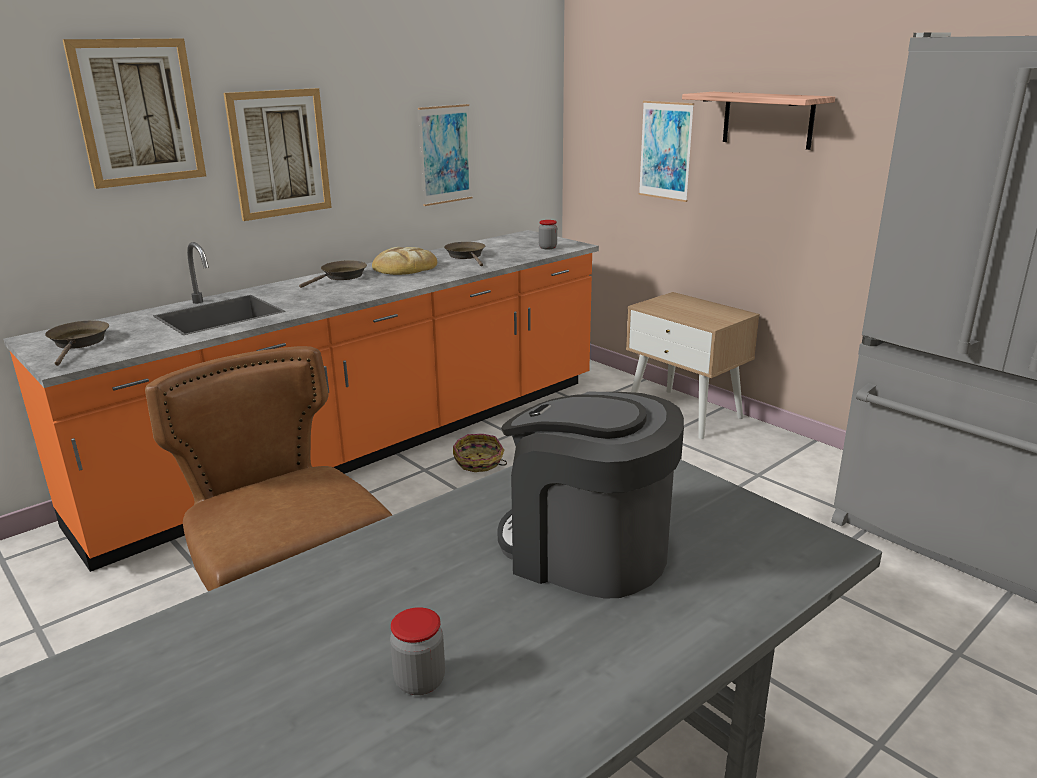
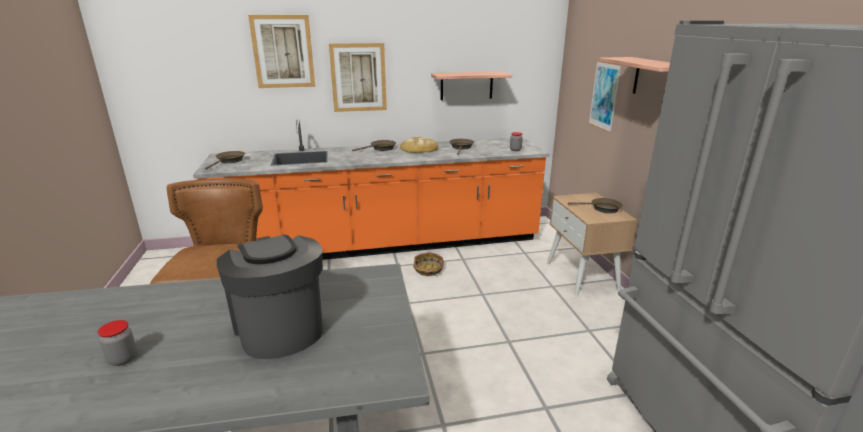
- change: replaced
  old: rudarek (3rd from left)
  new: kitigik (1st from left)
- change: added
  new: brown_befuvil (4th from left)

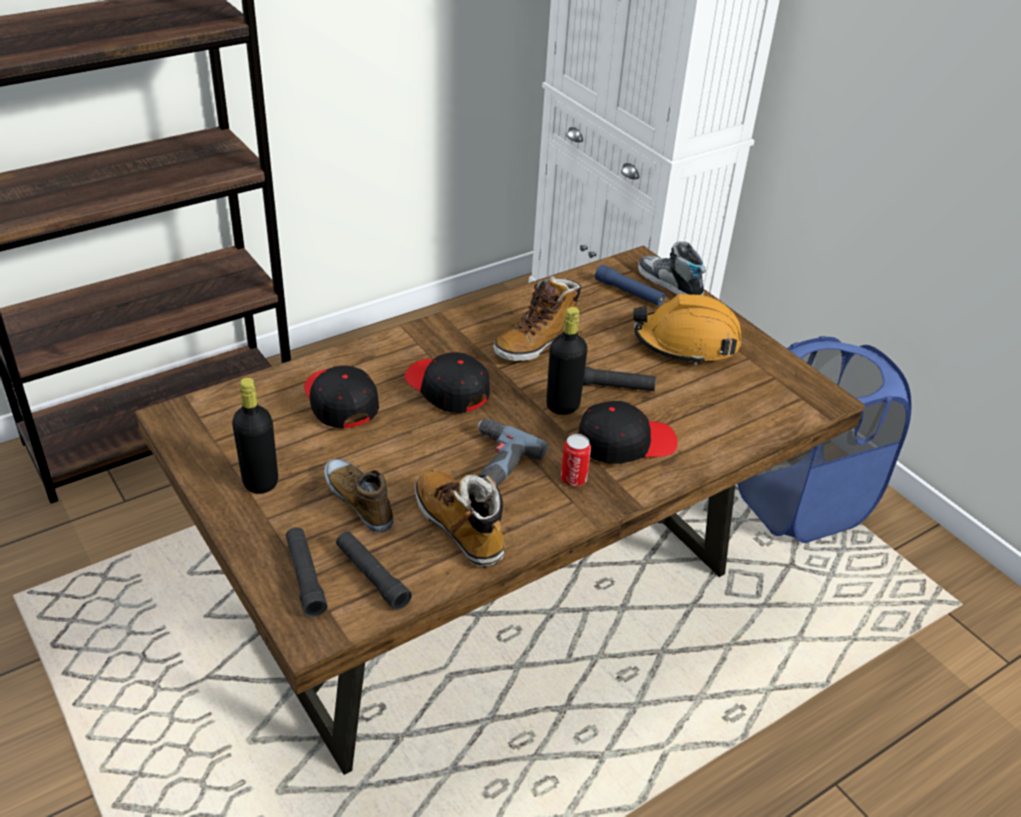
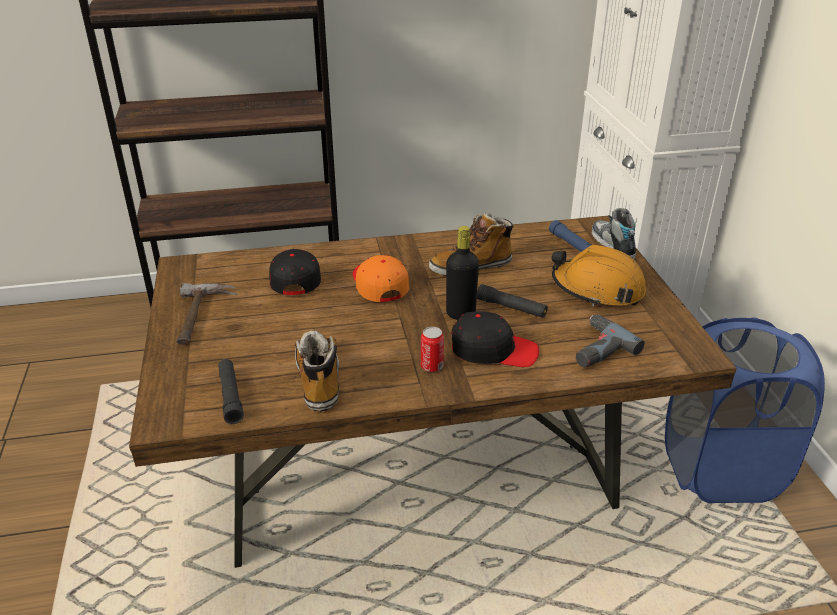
- change: recoloured
  old: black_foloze (2nd from left)
  new: orange_foloze
- change: replaced
  old: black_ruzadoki (1st from left)
  new: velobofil
- change: moved
  old: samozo
- change: removed
  old: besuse (1st from left)
- change: removed
  old: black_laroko (1st from left)

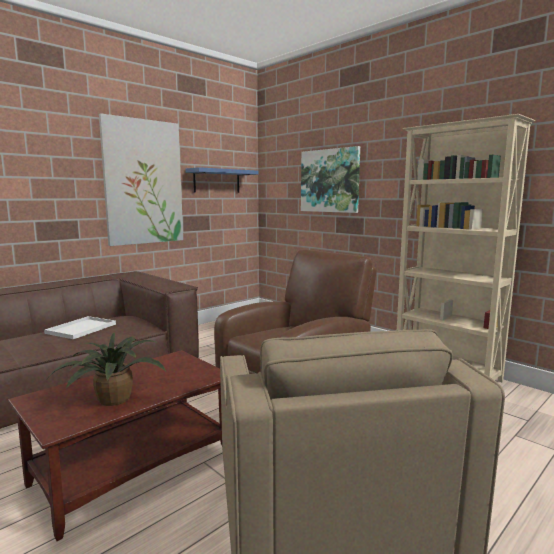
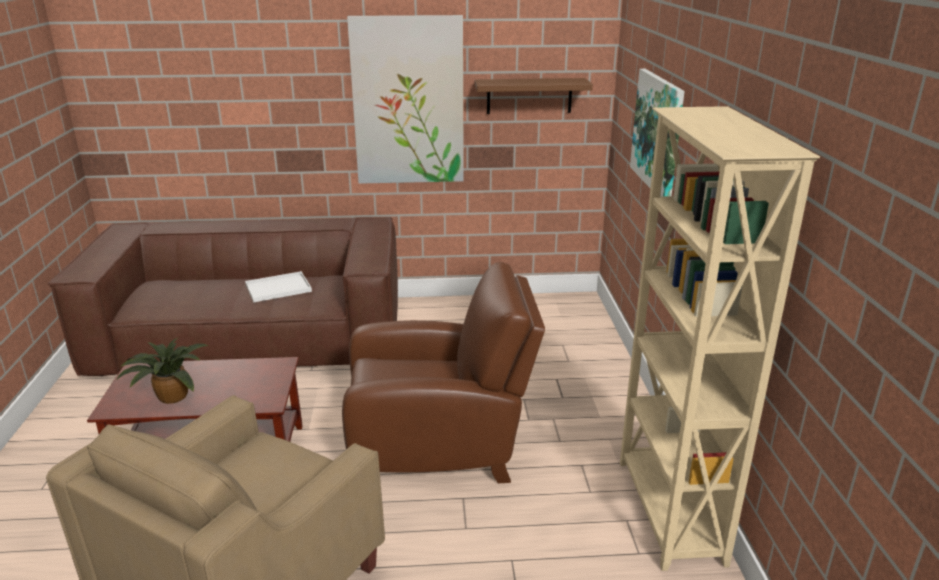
- change: recoloured
  old: blue_kitigik
  new: brown_kitigik

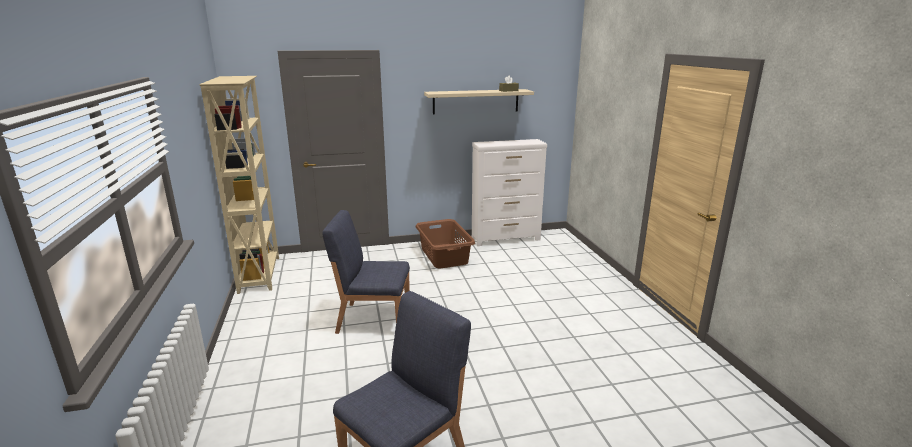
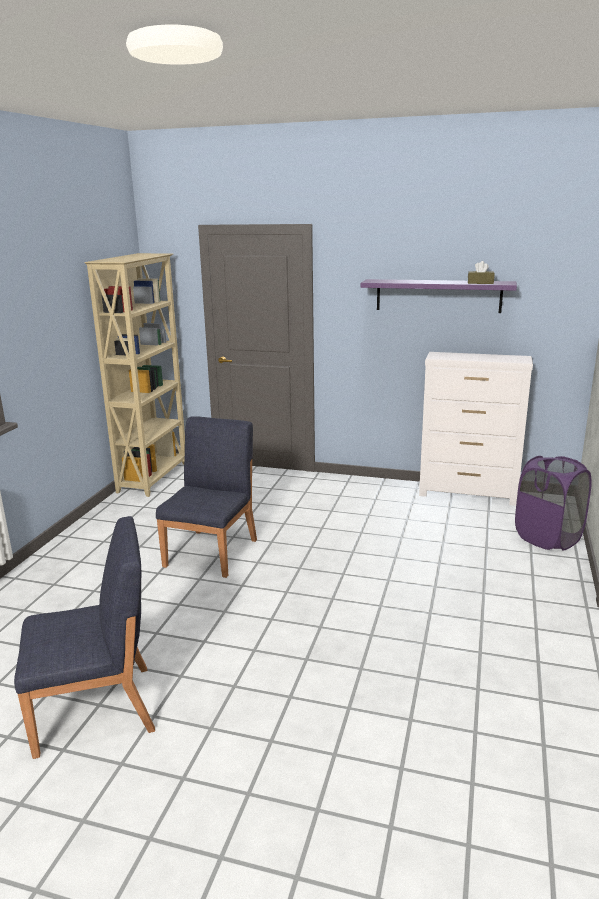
- change: recoloured
  old: beige_kitigik
  new: purple_kitigik
- change: turned
  old: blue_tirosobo (1st from left in the first image)
  degrees: 75
- change: removed
  old: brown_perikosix
- change: added
  new: purple_perikosix

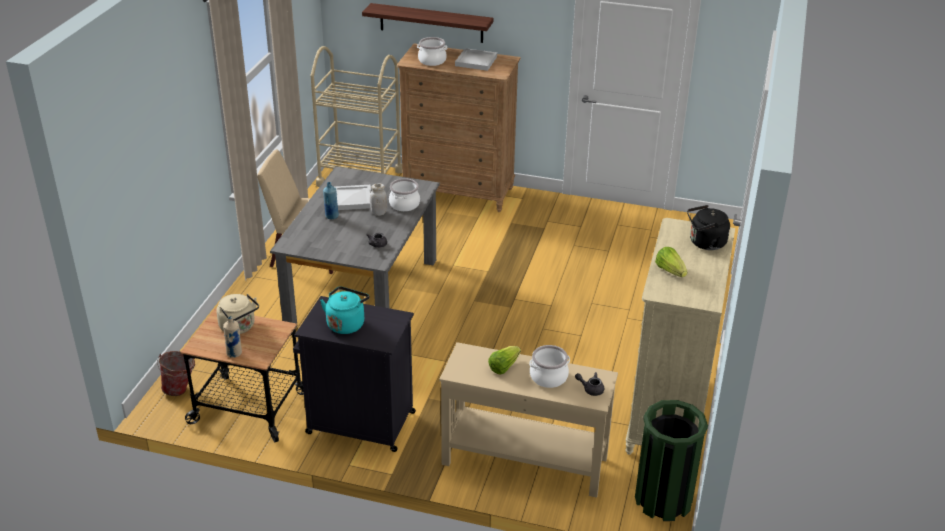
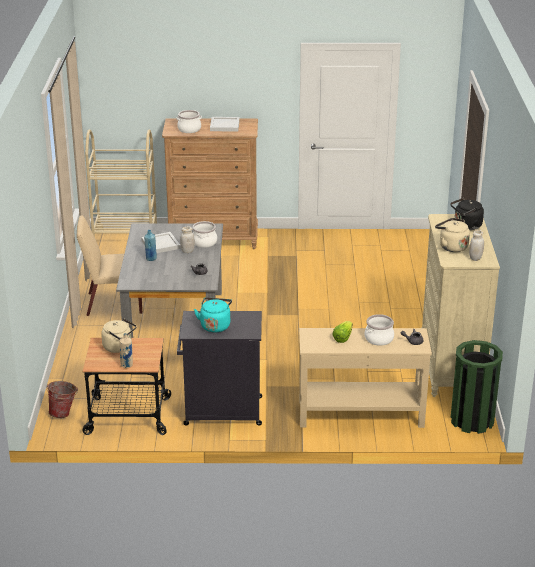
- change: removed
  old: kitigik
- change: replaced
  old: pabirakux (2nd from left)
  new: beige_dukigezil (2nd from left)
- change: added
  new: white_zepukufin (2nd from left)

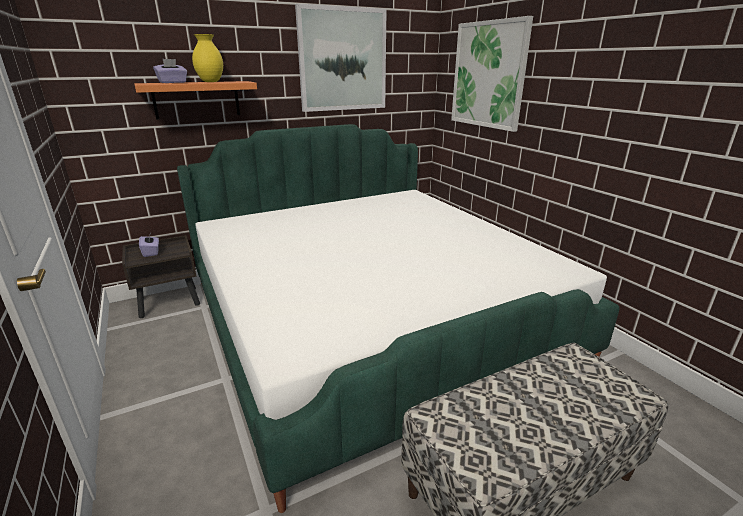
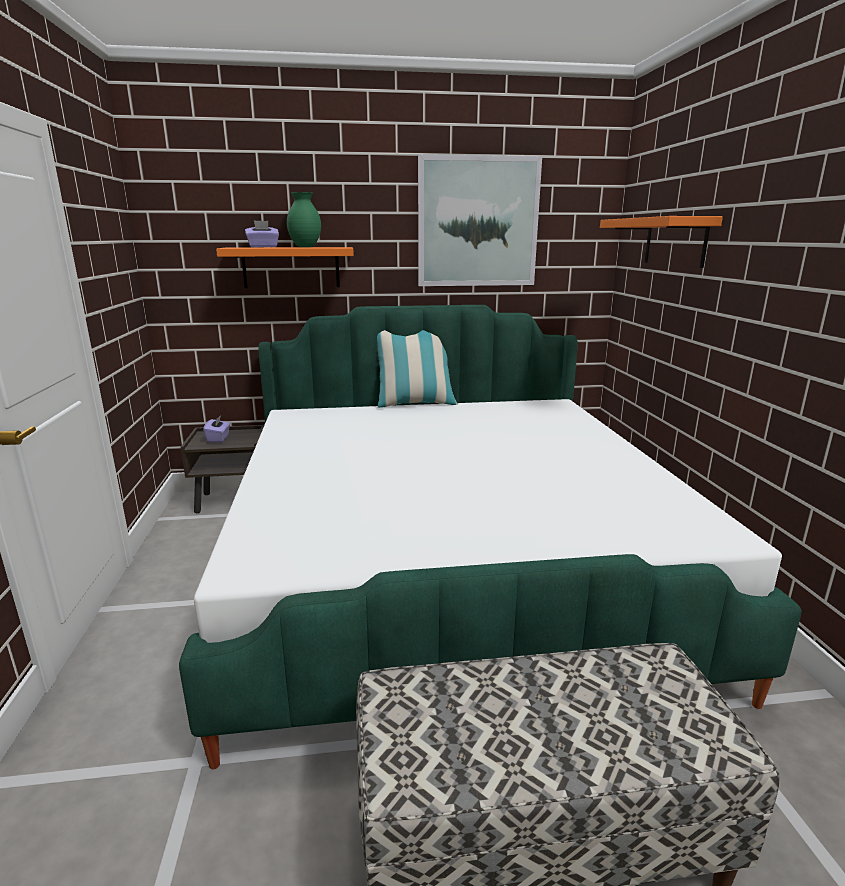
- change: replaced
  old: rudarek (2nd from left)
  new: orange_kitigik (2nd from left)
- change: recoloured
  old: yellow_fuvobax
  new: green_fuvobax
- change: added
  new: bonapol

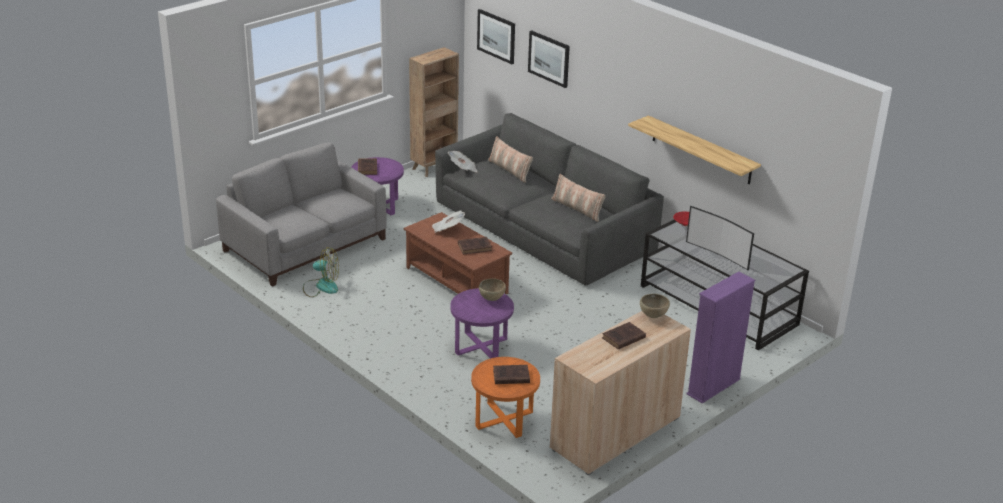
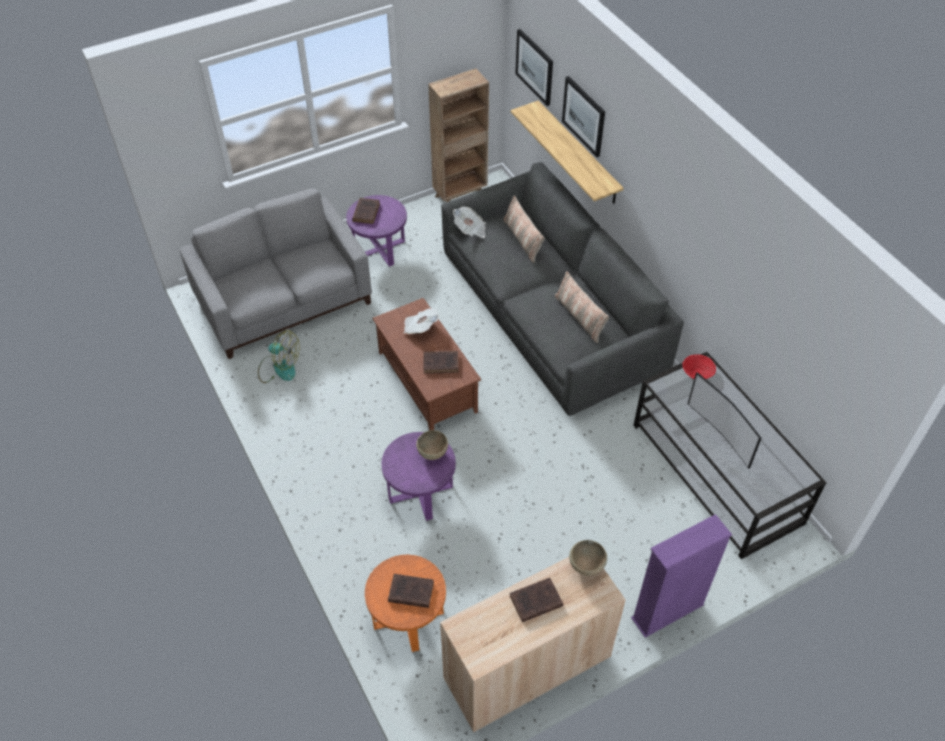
- change: moved
  old: kitigik

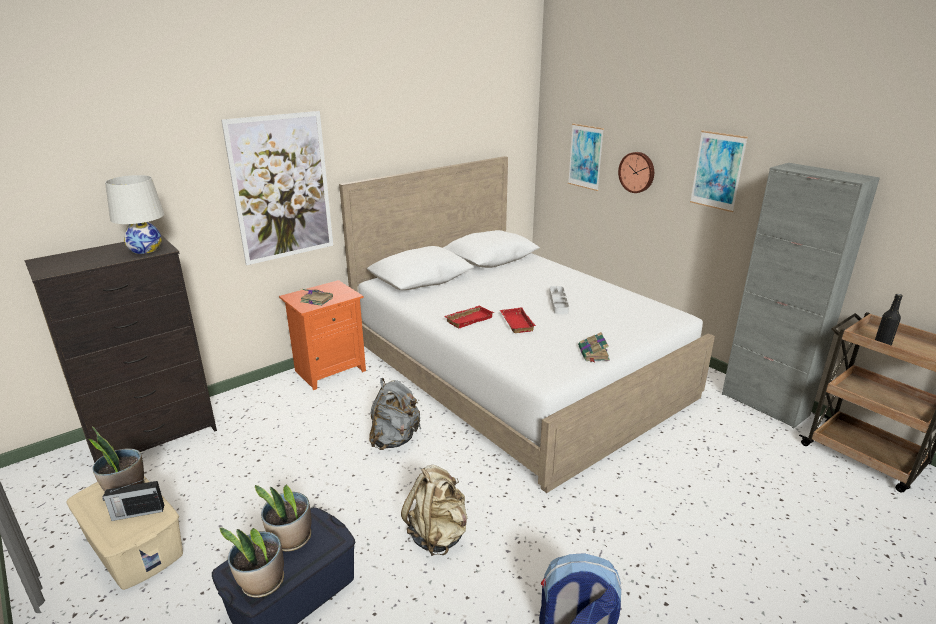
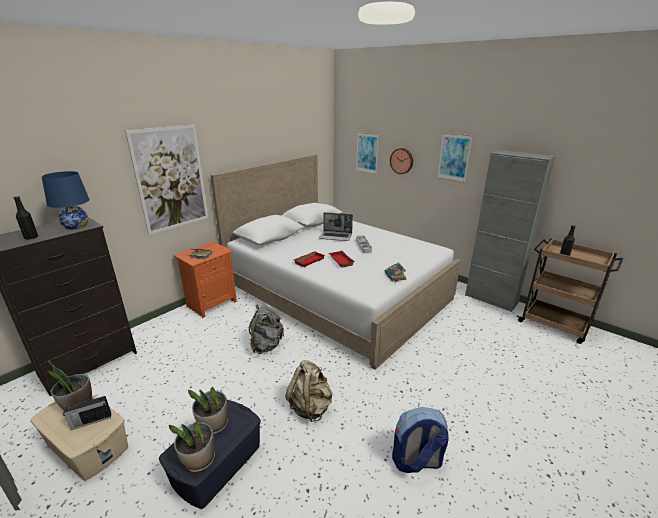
- change: recoloured
  old: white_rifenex
  new: blue_rifenex
- change: added
  new: black_ruzadoki (1st from left)
- change: added
  new: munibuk

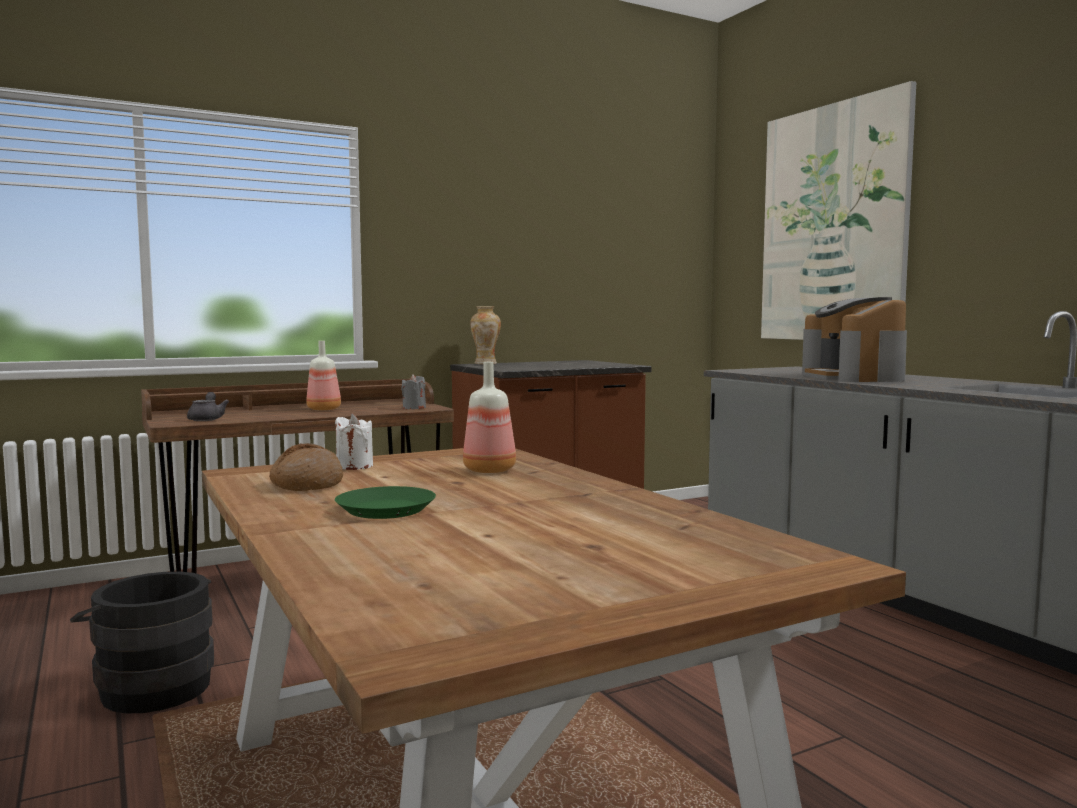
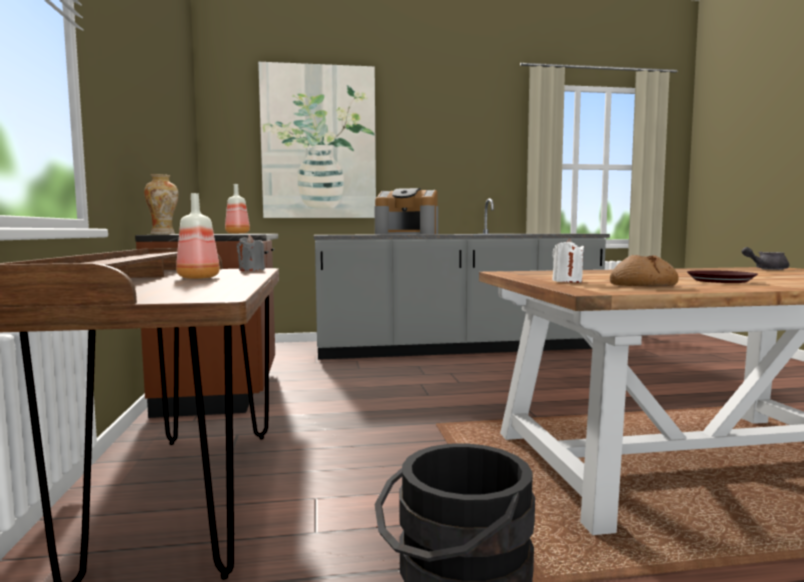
- change: moved
  old: ruzadoki (2nd from left)
- change: moved
  old: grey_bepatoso
- change: recoloured
  old: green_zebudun
  new: brown_zebudun

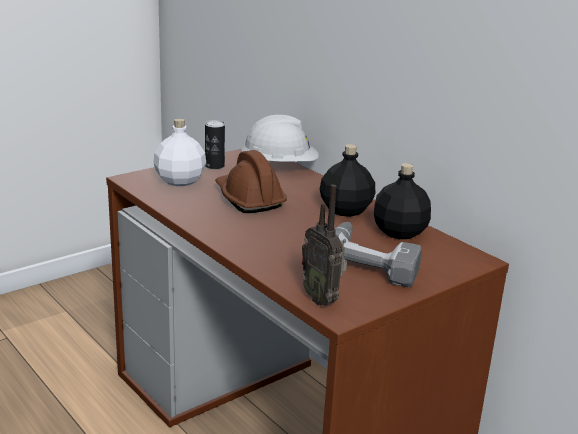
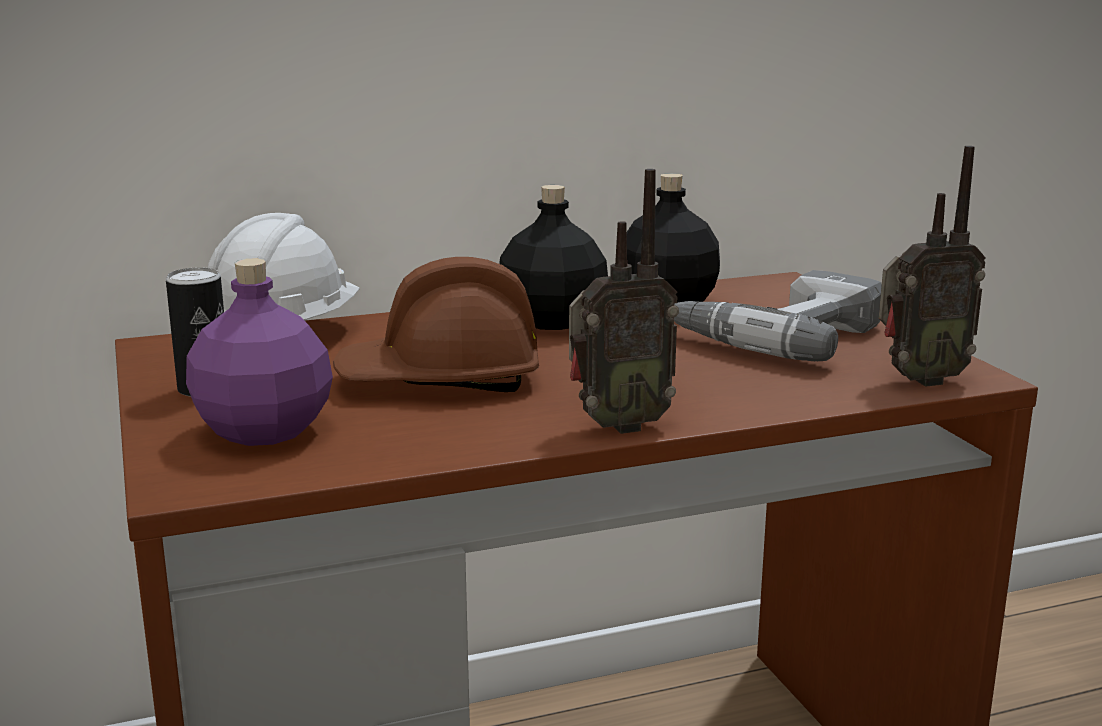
- change: recoloured
  old: white_ruzadoki
  new: purple_ruzadoki
- change: added
  new: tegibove (1st from left)

